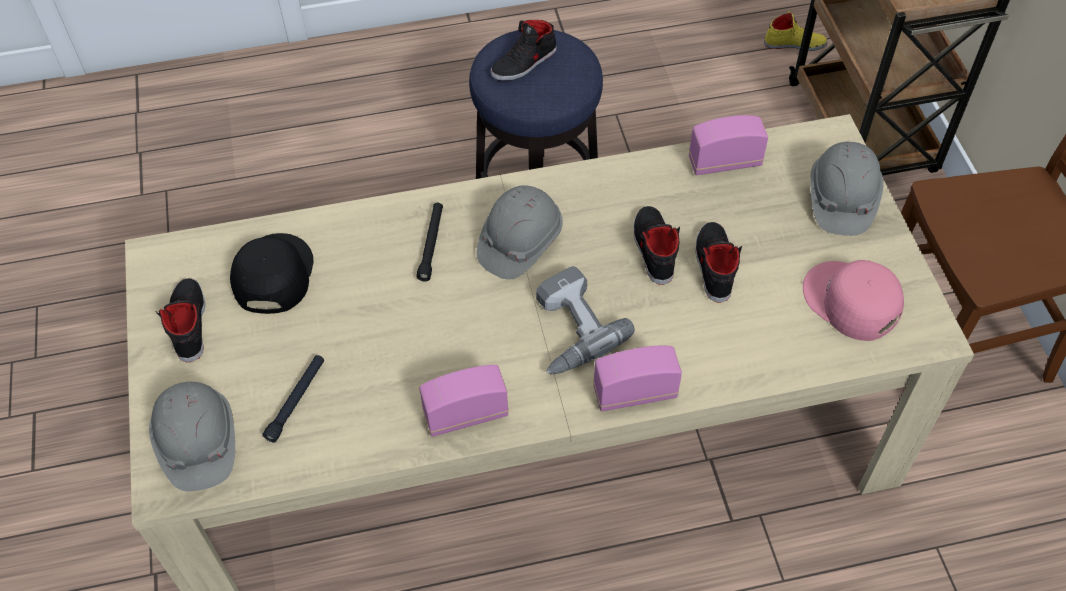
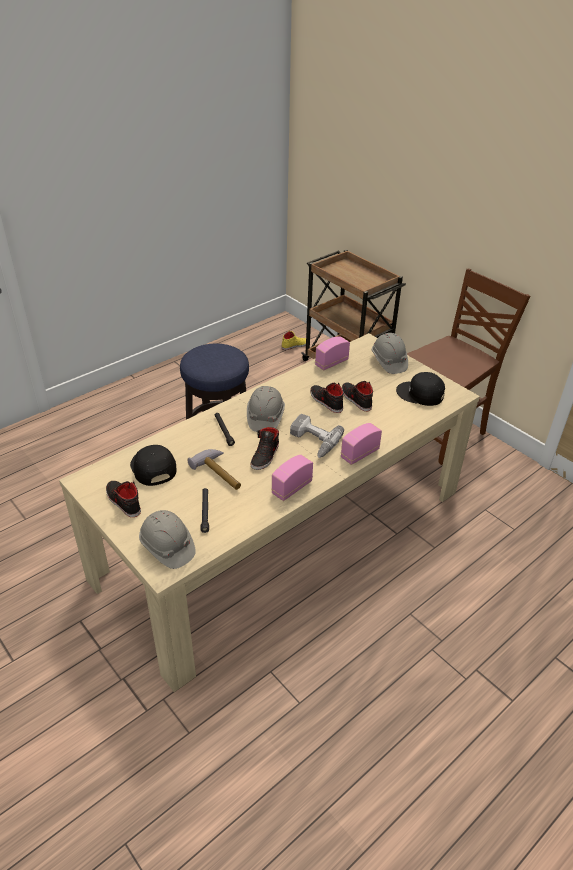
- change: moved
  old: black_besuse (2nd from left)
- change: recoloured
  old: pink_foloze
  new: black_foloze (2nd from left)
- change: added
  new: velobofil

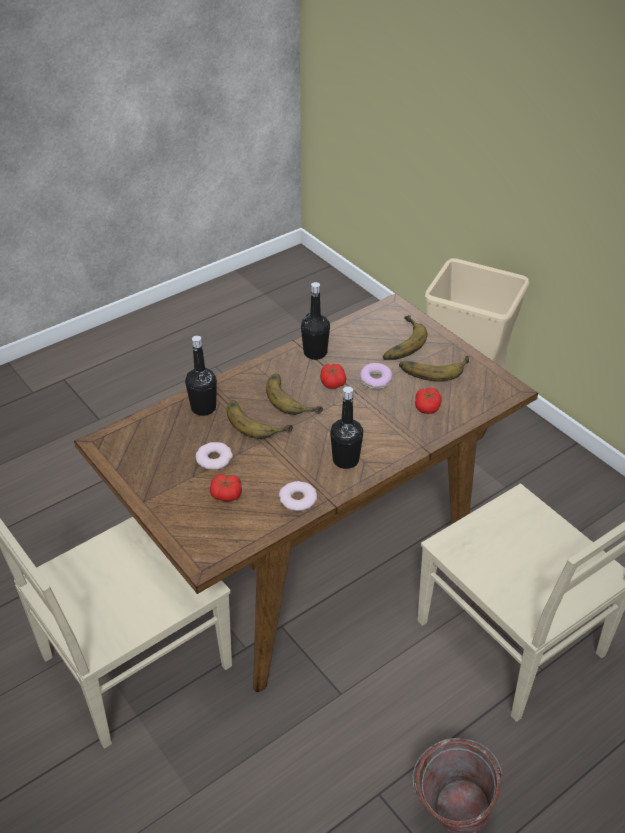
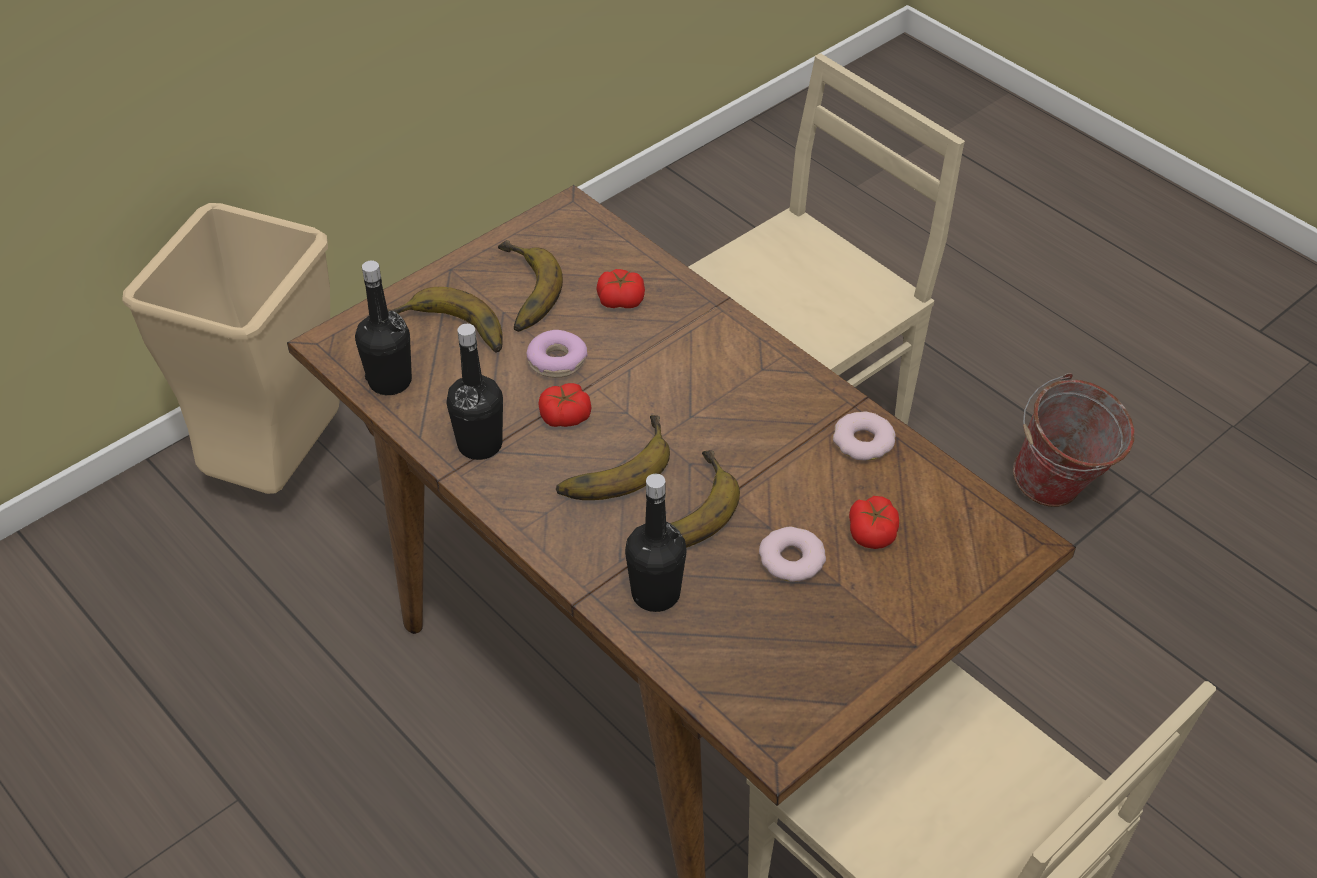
- change: moved
  old: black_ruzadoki (3rd from left in the first image)
  new: black_ruzadoki (1st from left)

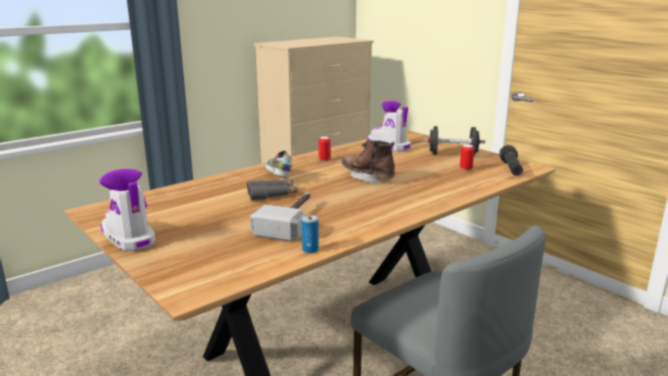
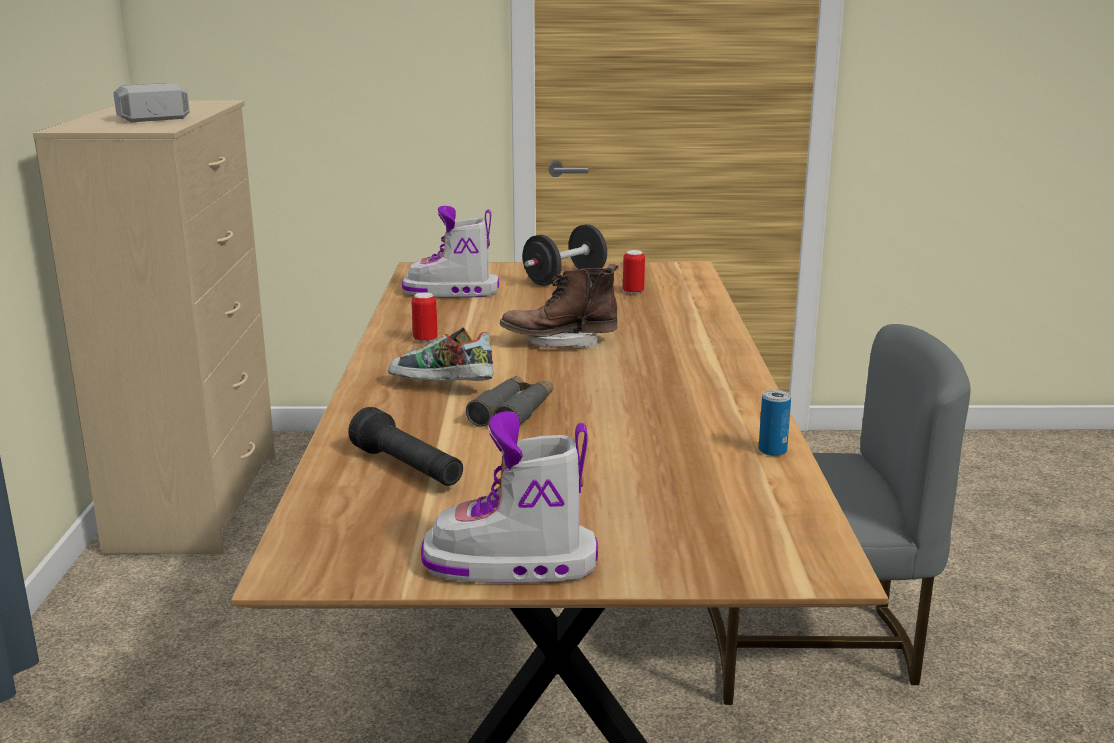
- change: moved
  old: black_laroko
- change: moved
  old: velobofil

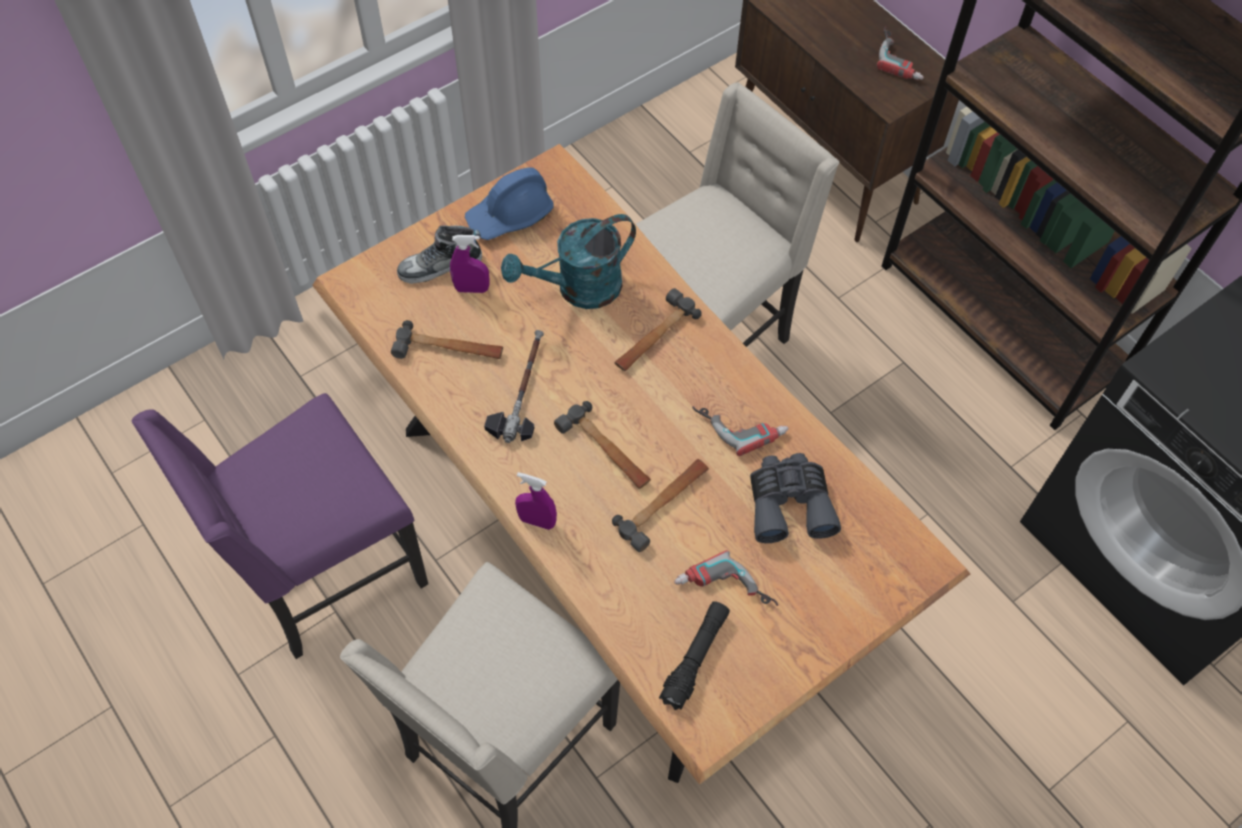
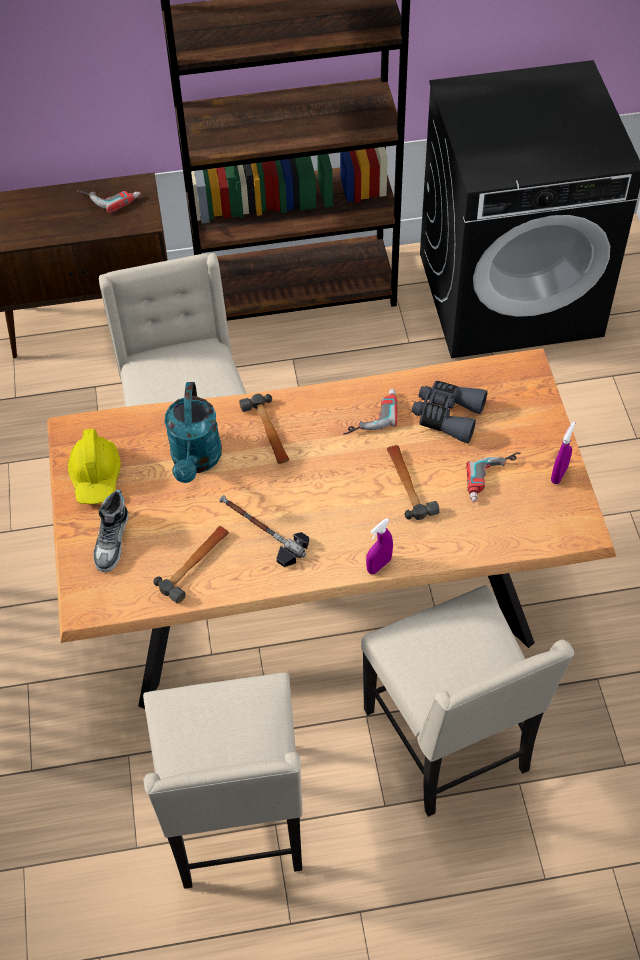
- change: recoloured
  old: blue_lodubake
  new: yellow_lodubake
- change: moved
  old: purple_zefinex (1st from left in the first image)
  new: purple_zefinex (2nd from left)
- change: recoloured
  old: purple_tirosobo
  new: beige_tirosobo (2nd from left)
- change: removed
  old: velobofil (3rd from left)
- change: removed
  old: black_laroko

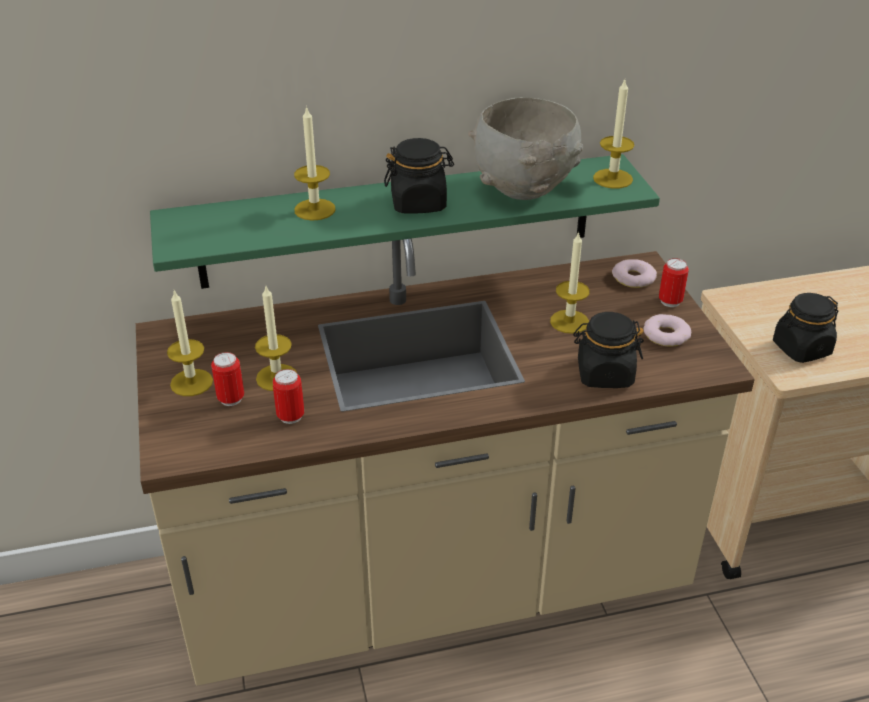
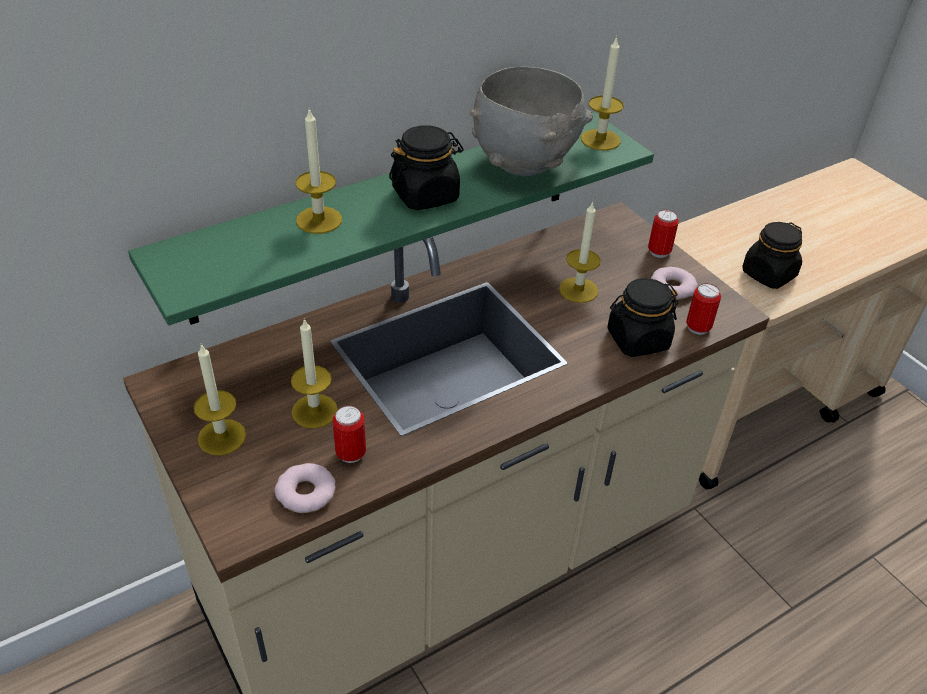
- change: moved
  old: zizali (1st from left)
- change: moved
  old: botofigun (1st from left in the first image)
  new: botofigun (3rd from left)

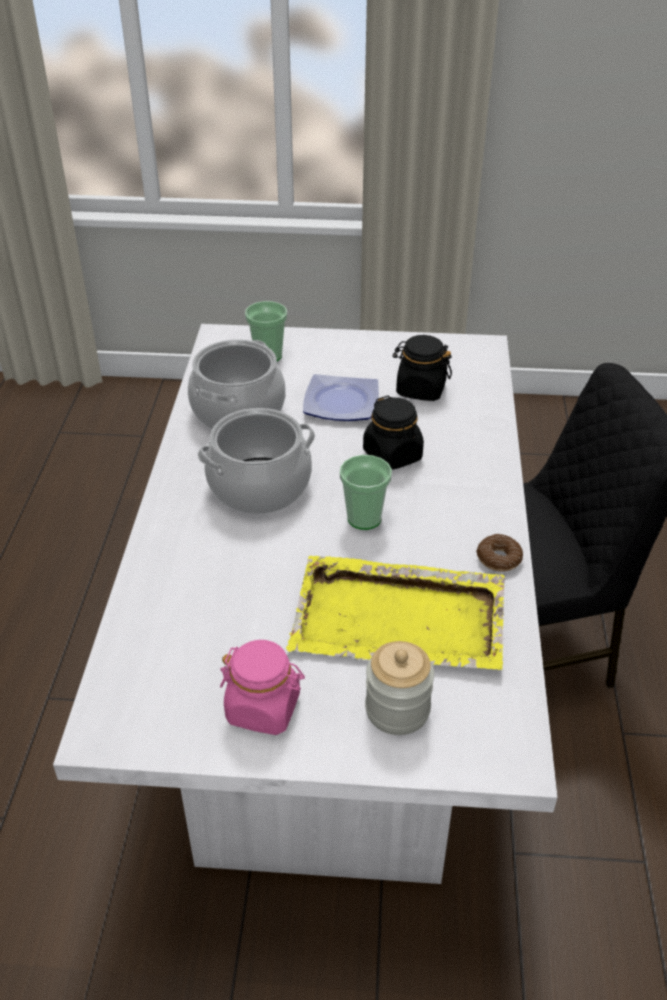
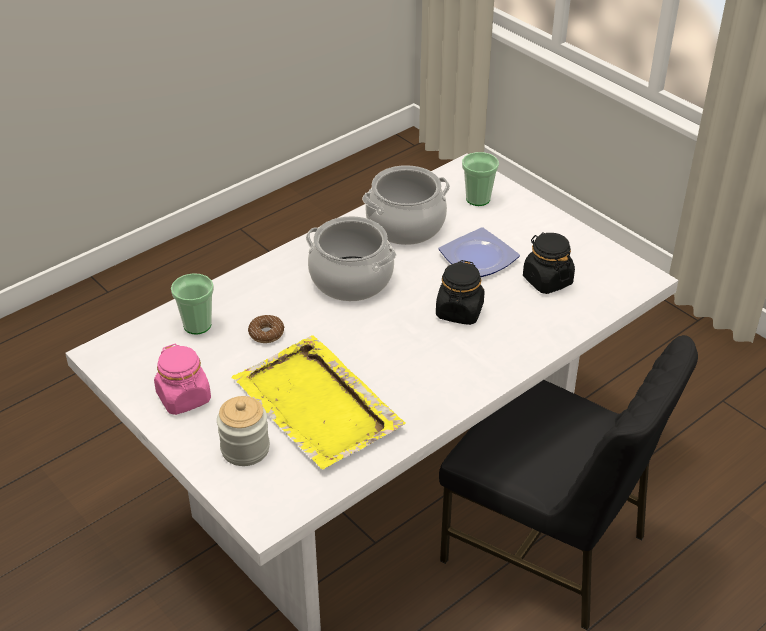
- change: moved
  old: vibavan (2nd from left in the first image)
  new: vibavan (1st from left)
- change: moved
  old: zizali

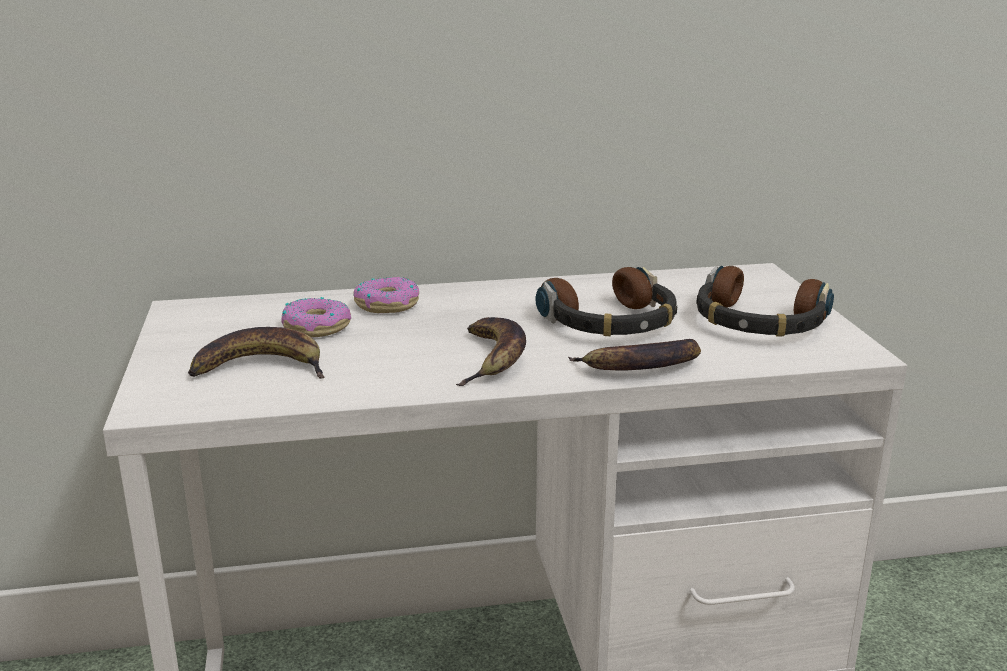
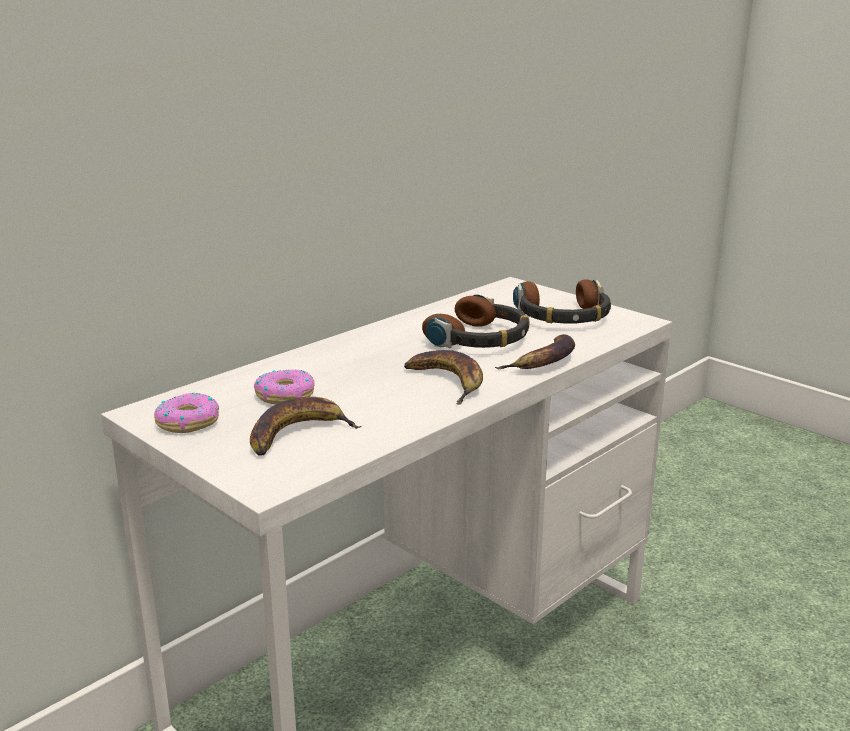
- change: moved
  old: zizali (2nd from left in the first image)
  new: zizali (1st from left)

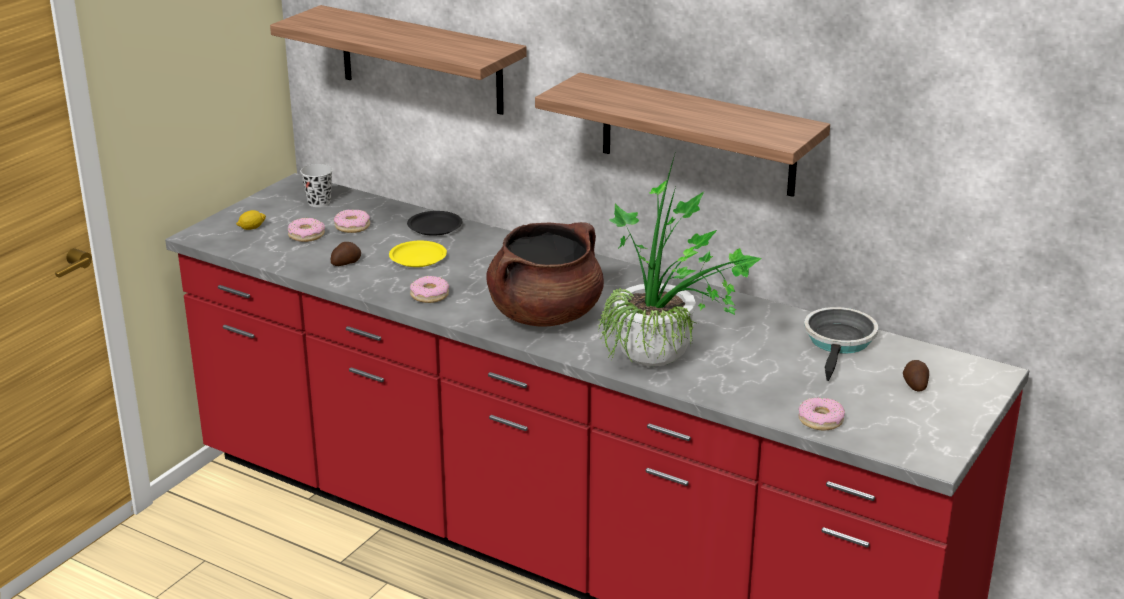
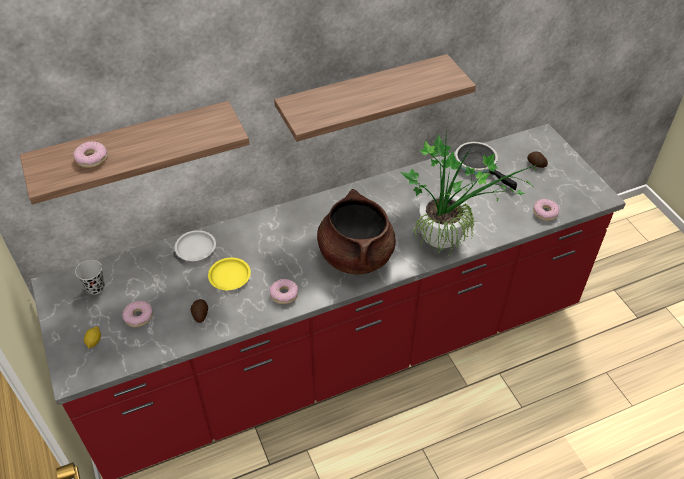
- change: moved
  old: zizali (2nd from left in the first image)
  new: zizali (1st from left)
- change: recoloured
  old: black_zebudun
  new: white_zebudun

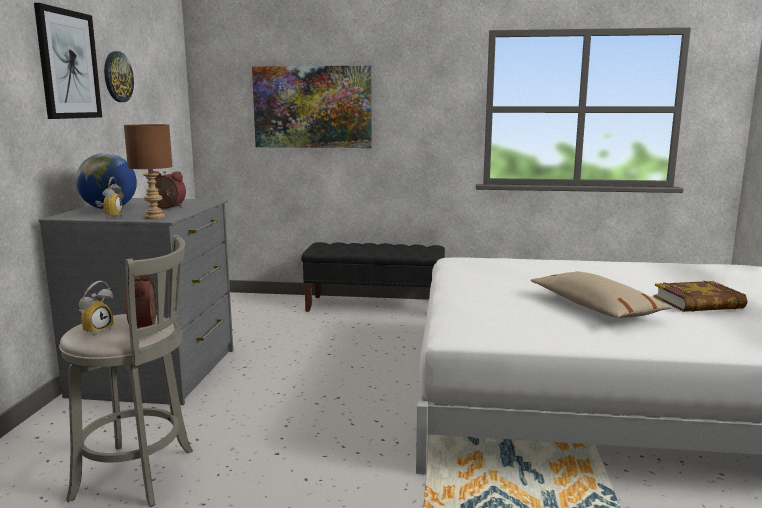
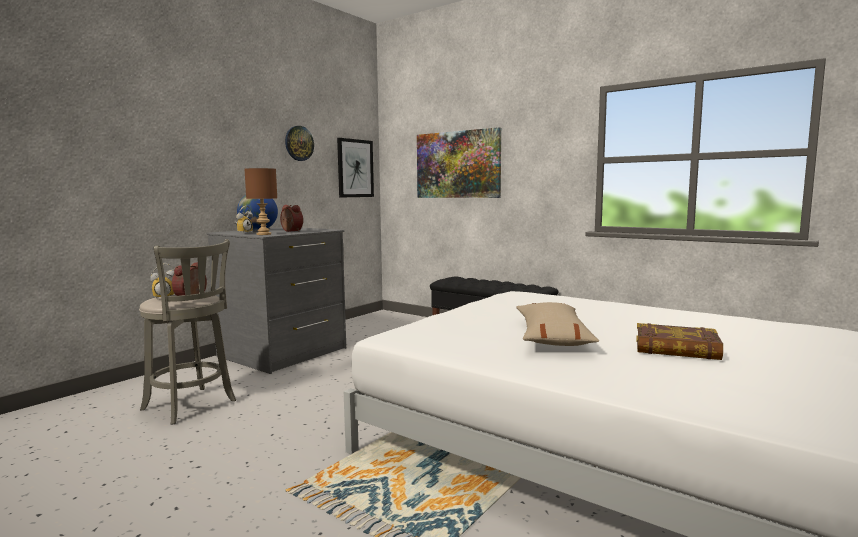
- change: moved
  old: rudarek (1st from left)

